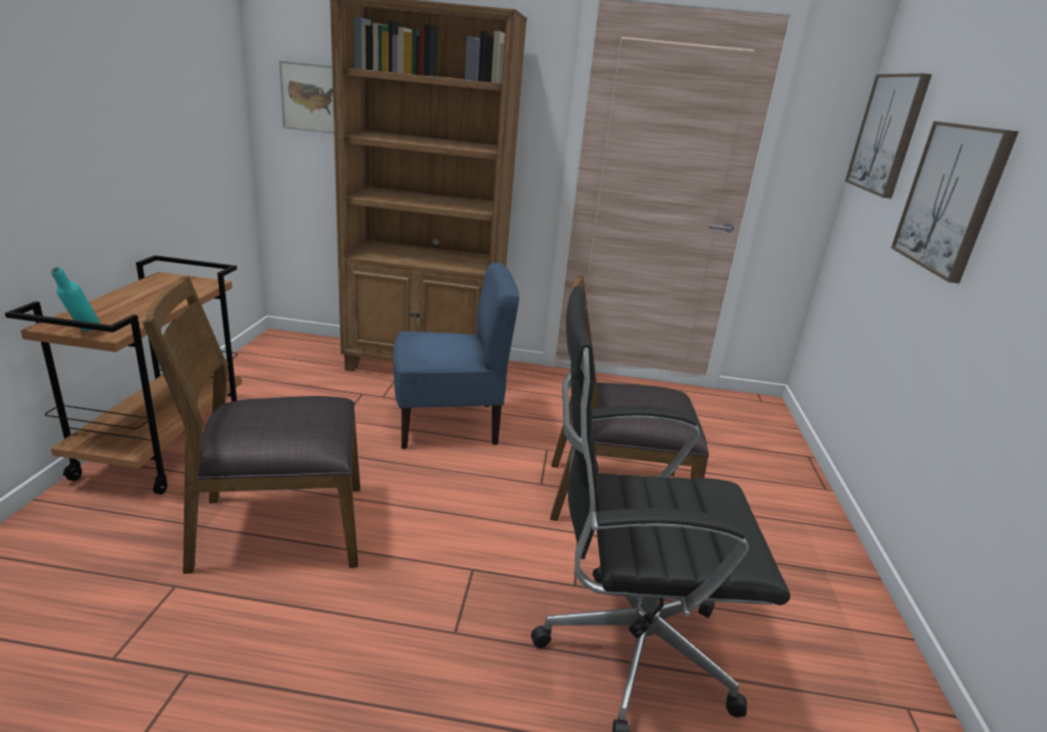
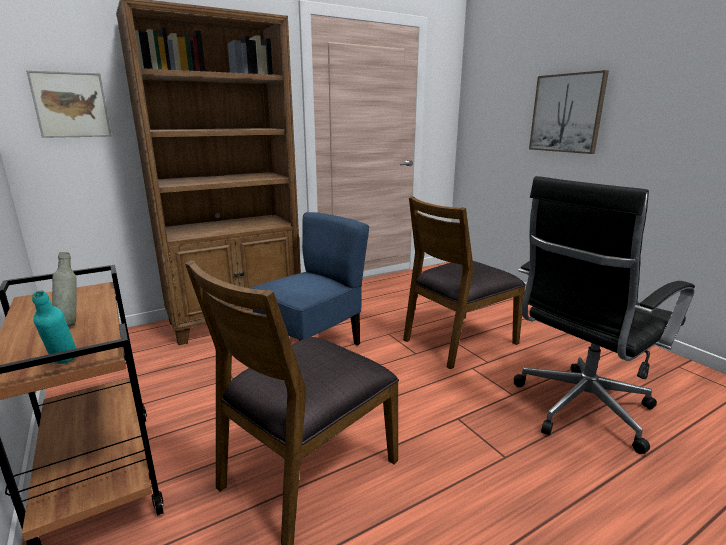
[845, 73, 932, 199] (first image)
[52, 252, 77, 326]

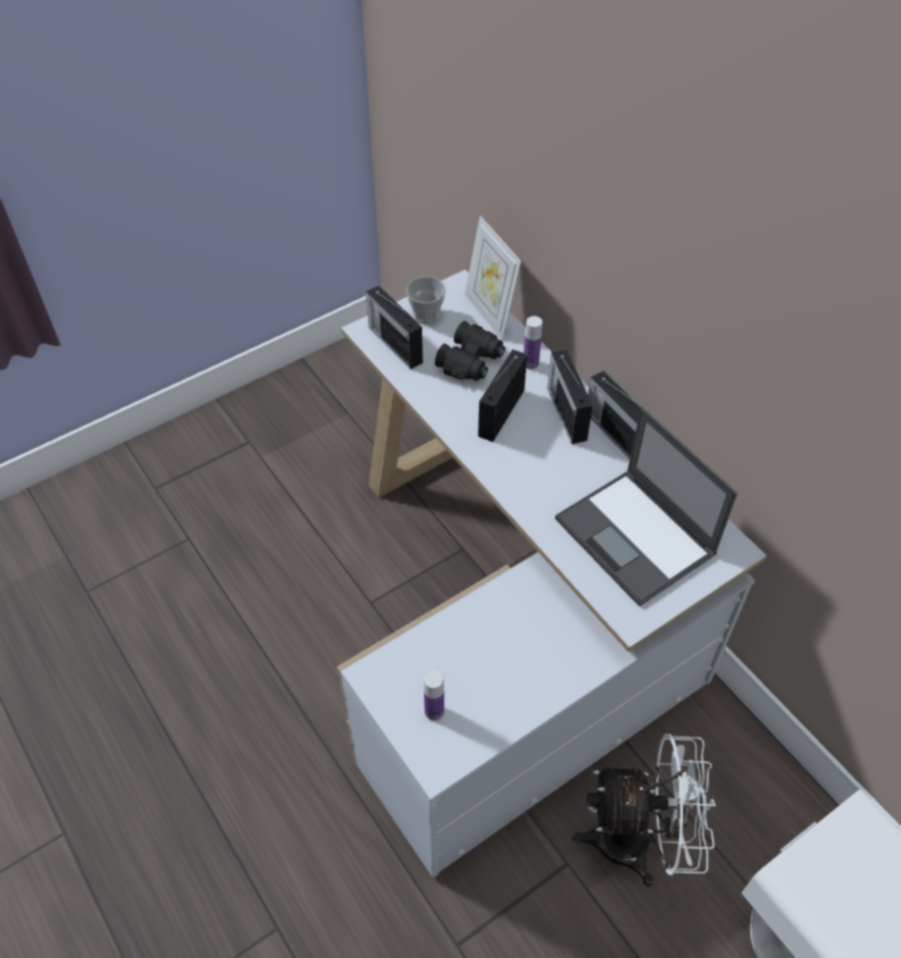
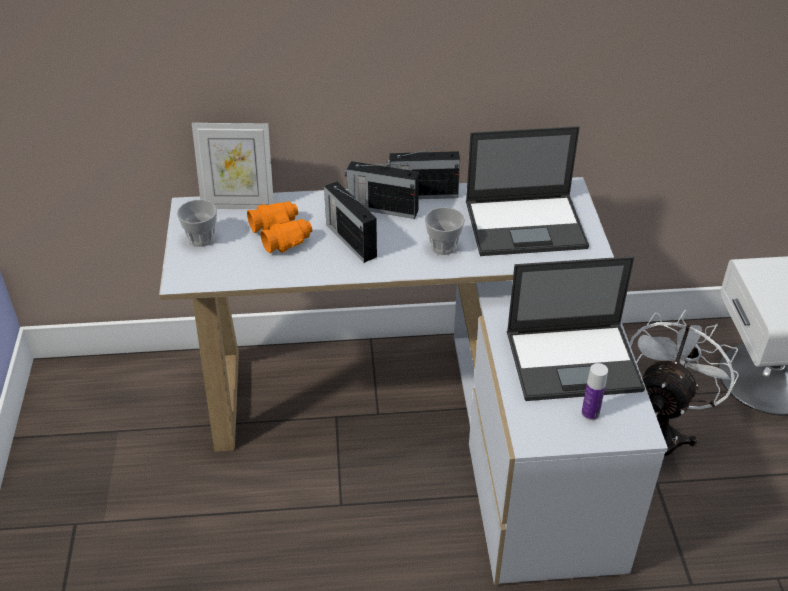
[366, 285, 423, 370] (first image)
[247, 201, 312, 253]
[524, 316, 542, 370] (first image)
[425, 207, 465, 255]
[507, 256, 645, 401]

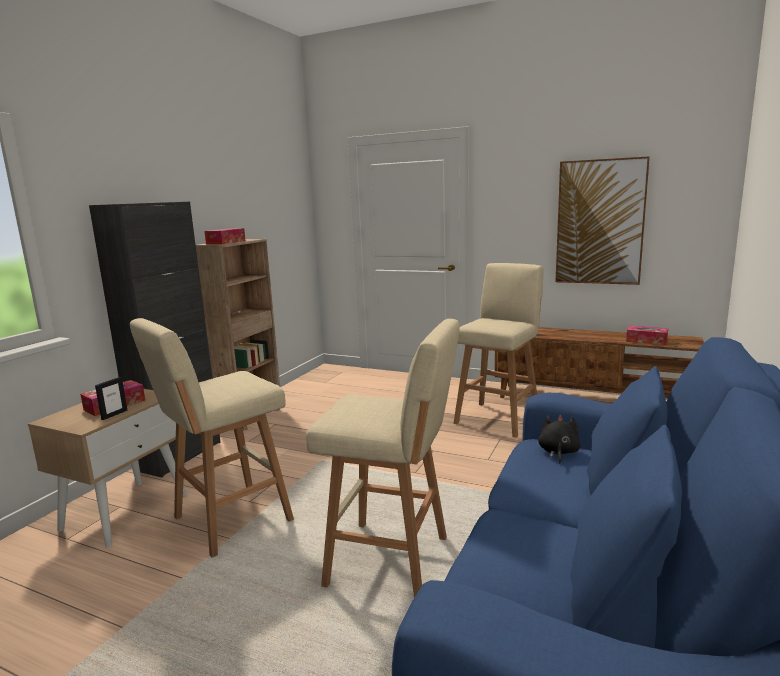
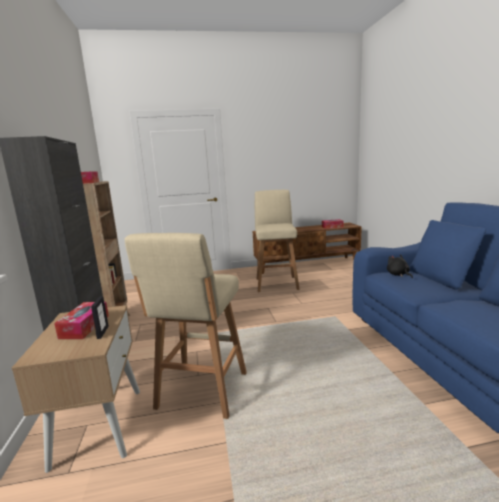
[306, 319, 460, 598] (first image)
[555, 156, 650, 285] (first image)

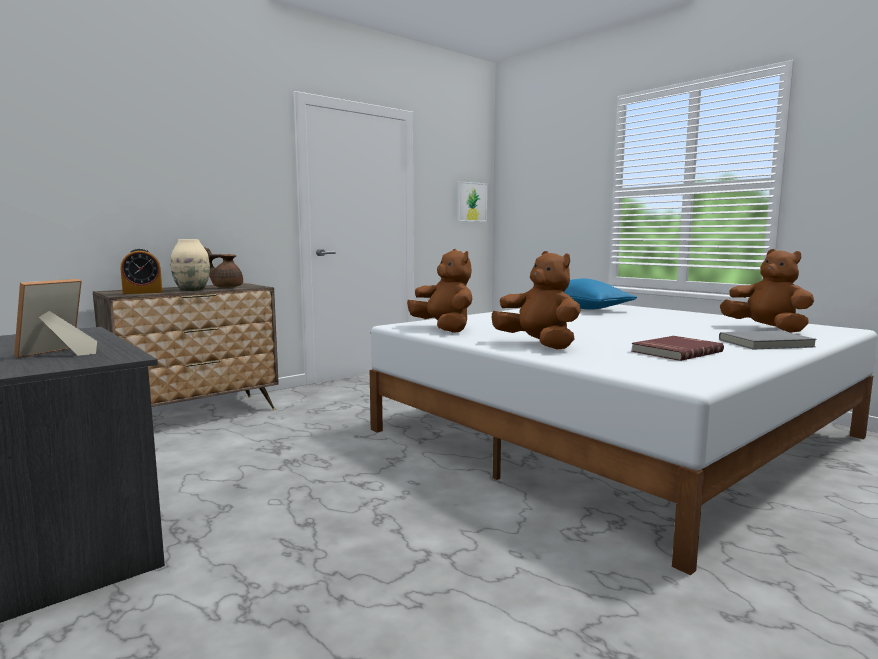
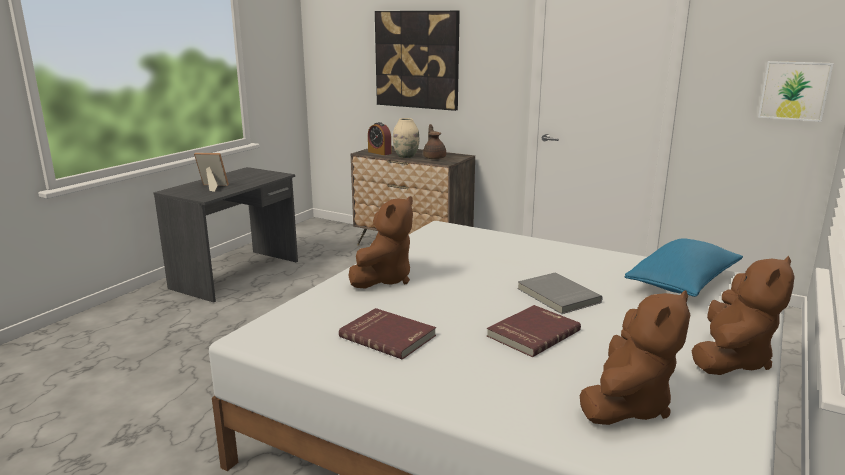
[692, 256, 794, 375]
[517, 272, 602, 314]
[375, 11, 460, 111]
[487, 305, 581, 357]

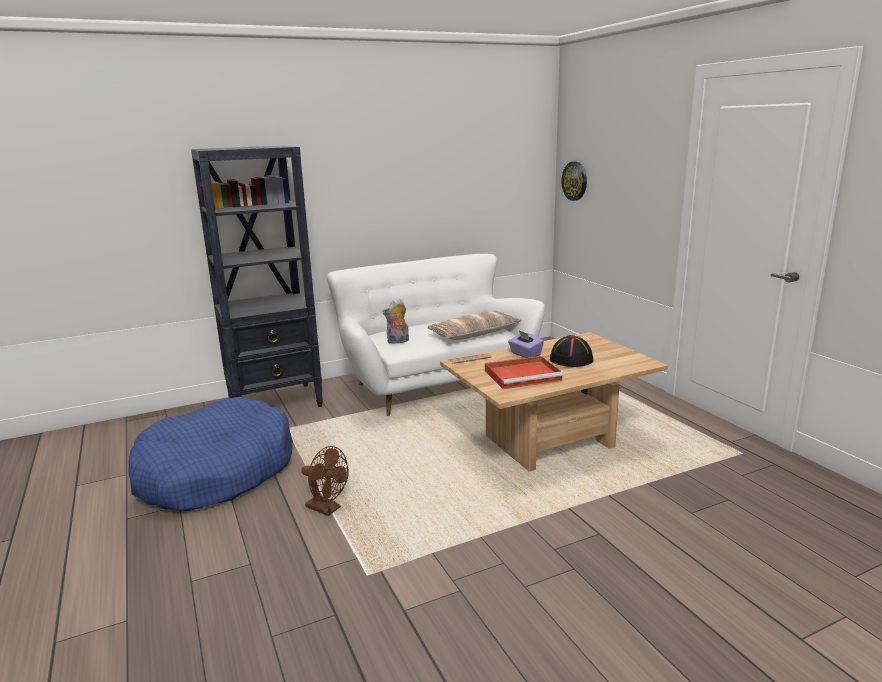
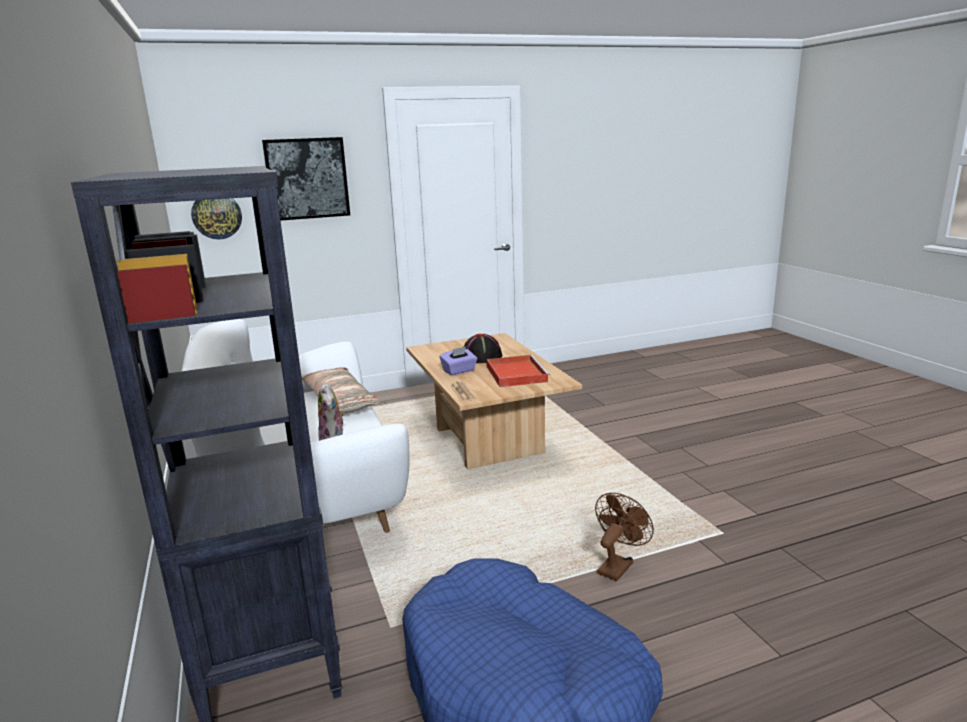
[262, 137, 350, 221]

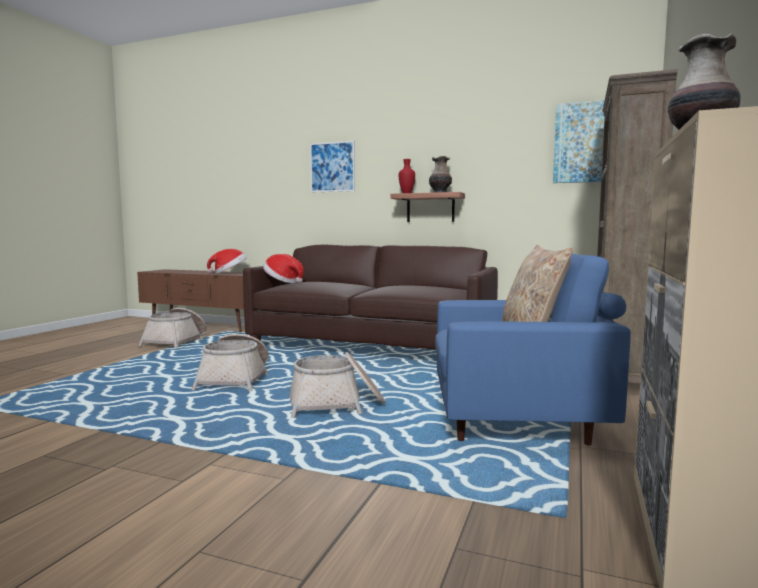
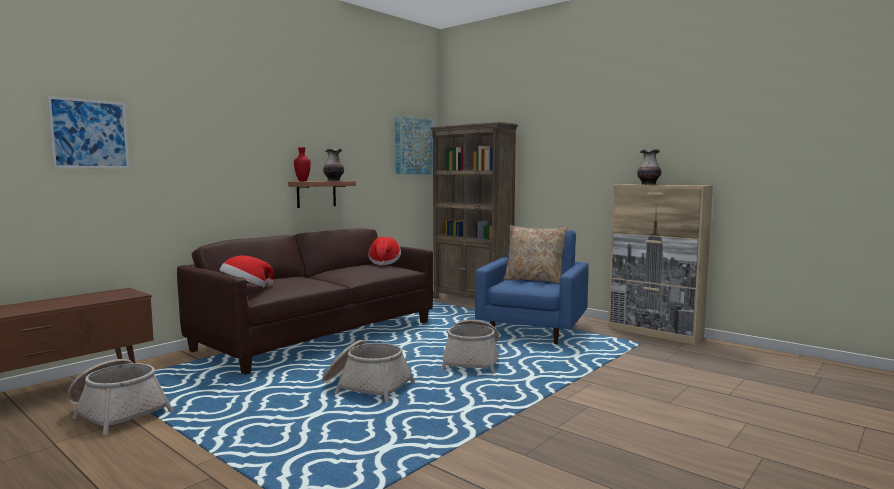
[368, 237, 401, 266]
[47, 96, 129, 168]

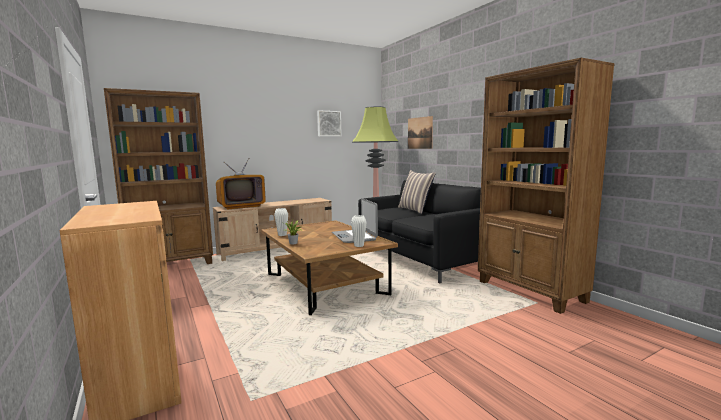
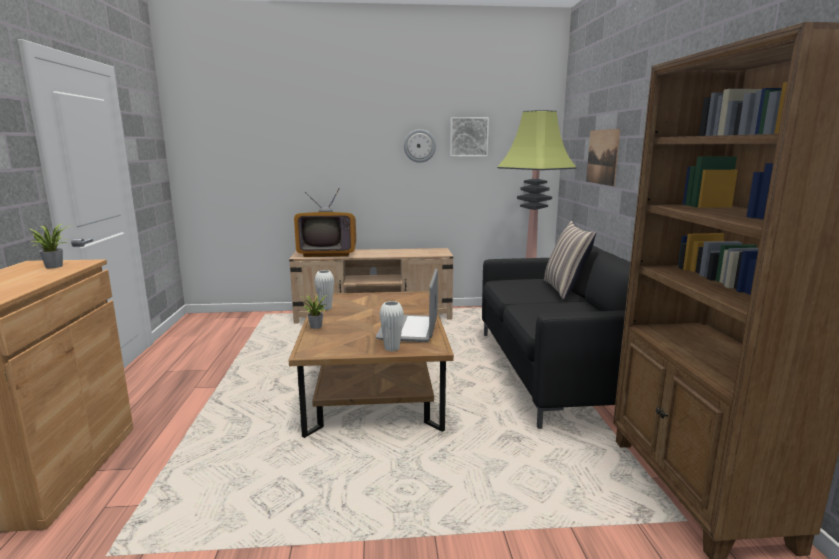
[104, 88, 213, 264] (first image)
[30, 224, 69, 268]
[404, 129, 436, 163]

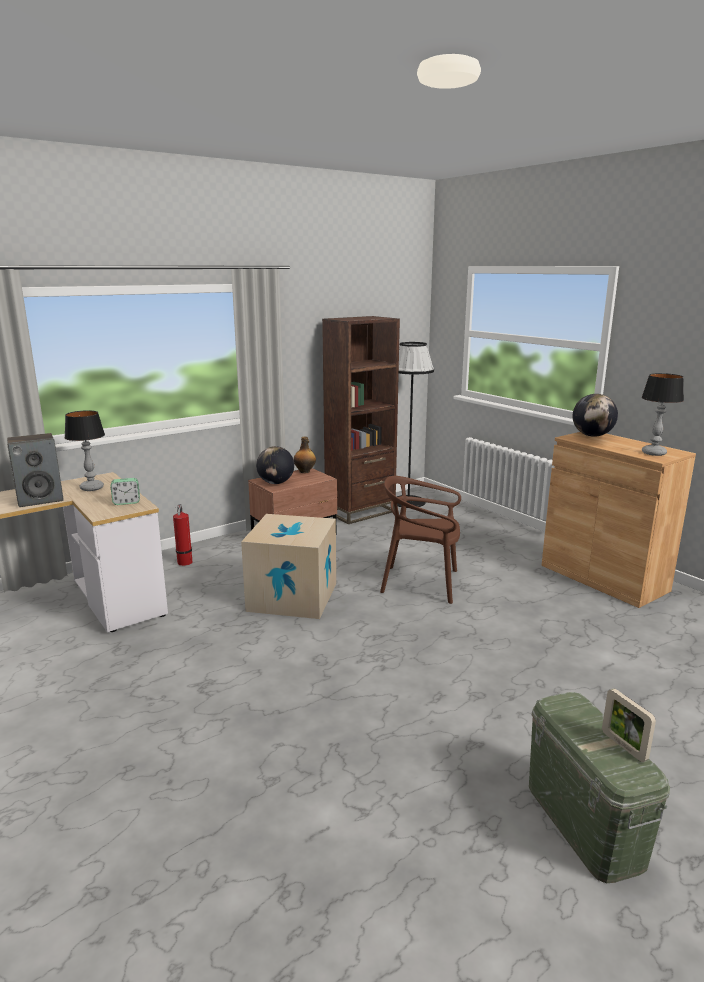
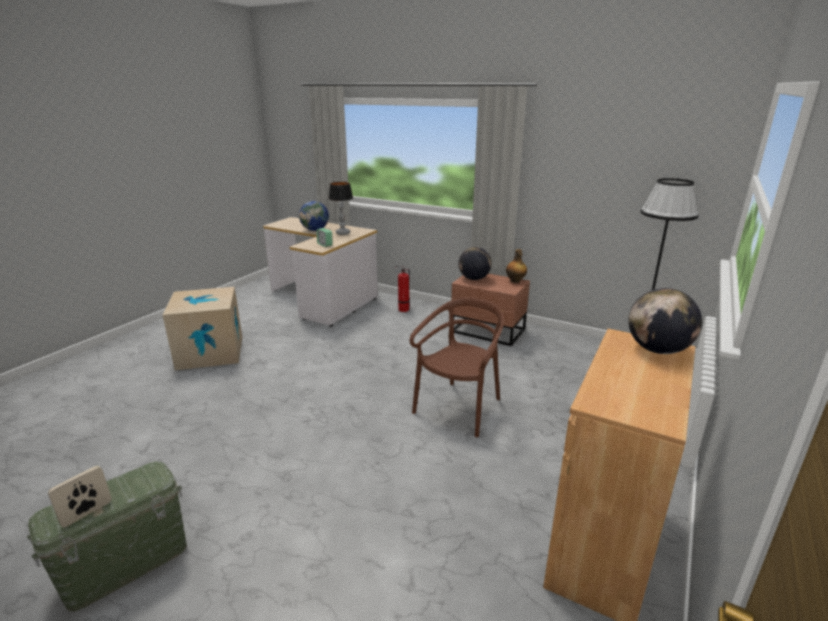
[299, 201, 329, 231]
[163, 287, 242, 370]
[322, 316, 400, 524] (first image)
[410, 297, 504, 438]
[642, 373, 684, 456] (first image)

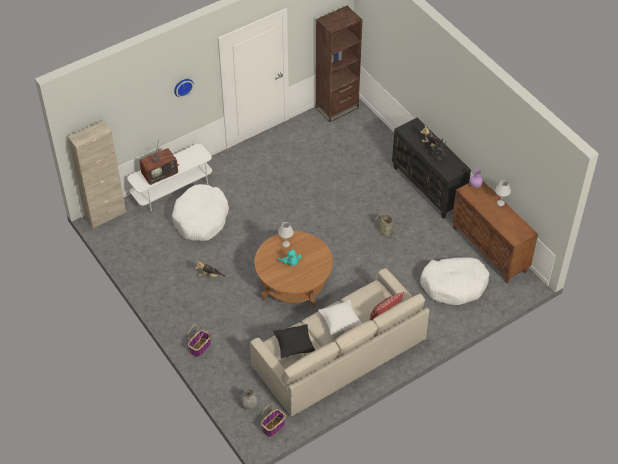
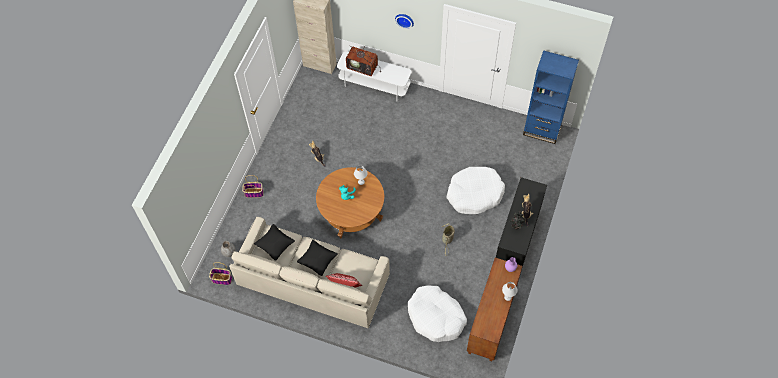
[447, 167, 505, 214]
[523, 50, 579, 144]
[297, 240, 338, 276]

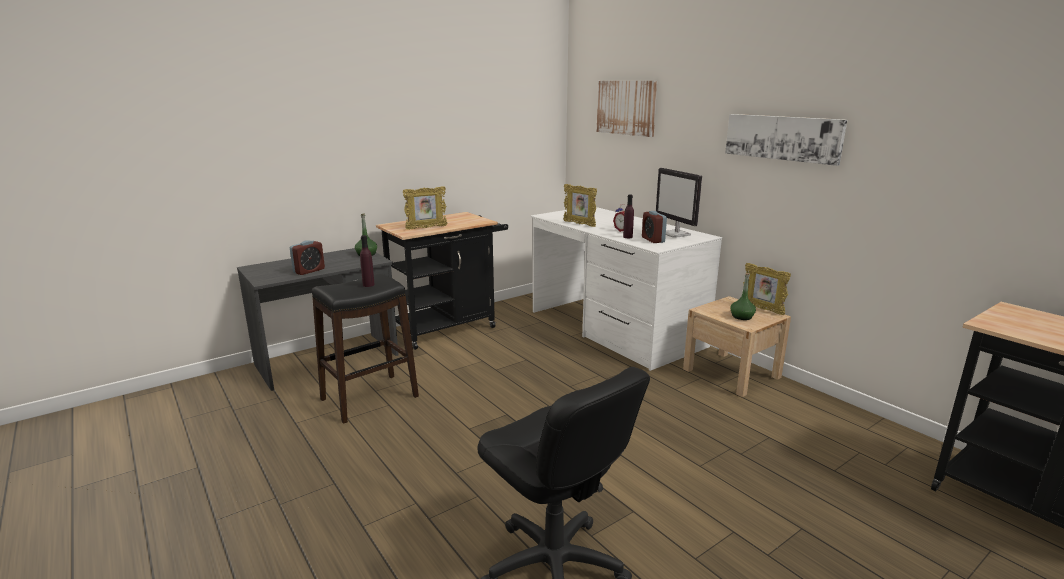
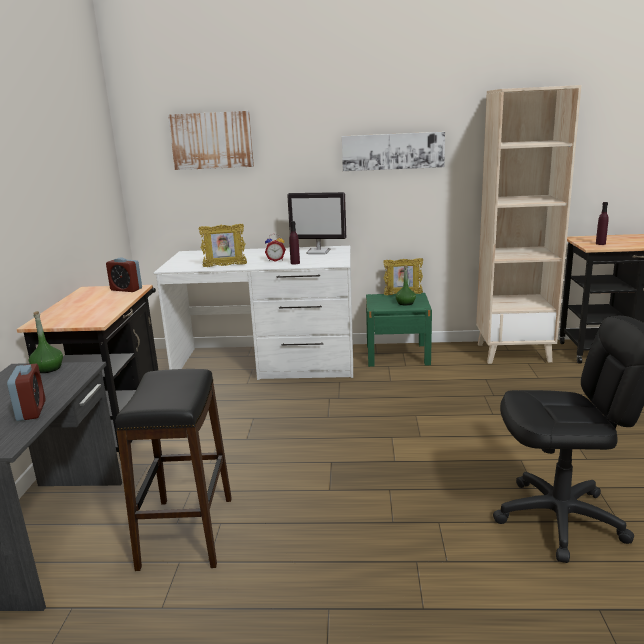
[596, 202, 609, 245]
[403, 187, 447, 230] (first image)
[106, 257, 142, 292]
[366, 293, 432, 367]
[476, 85, 581, 364]

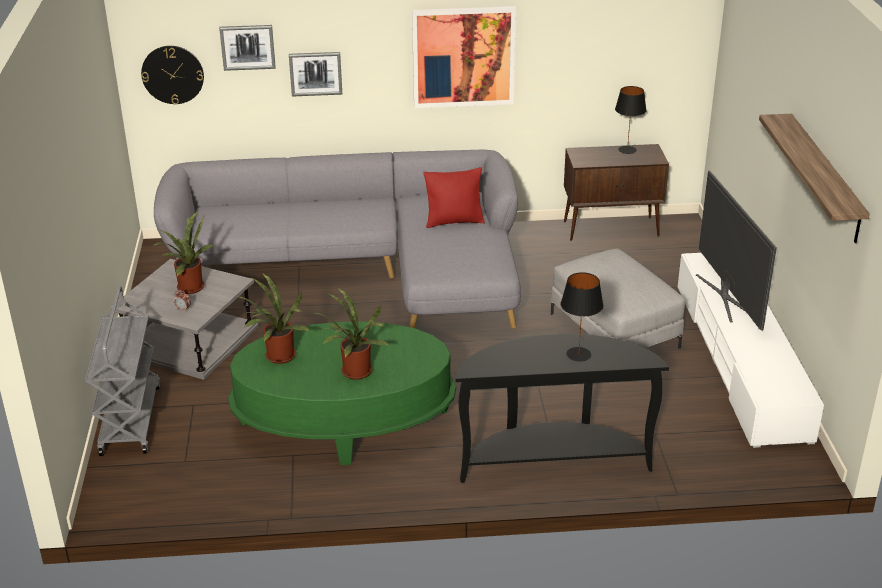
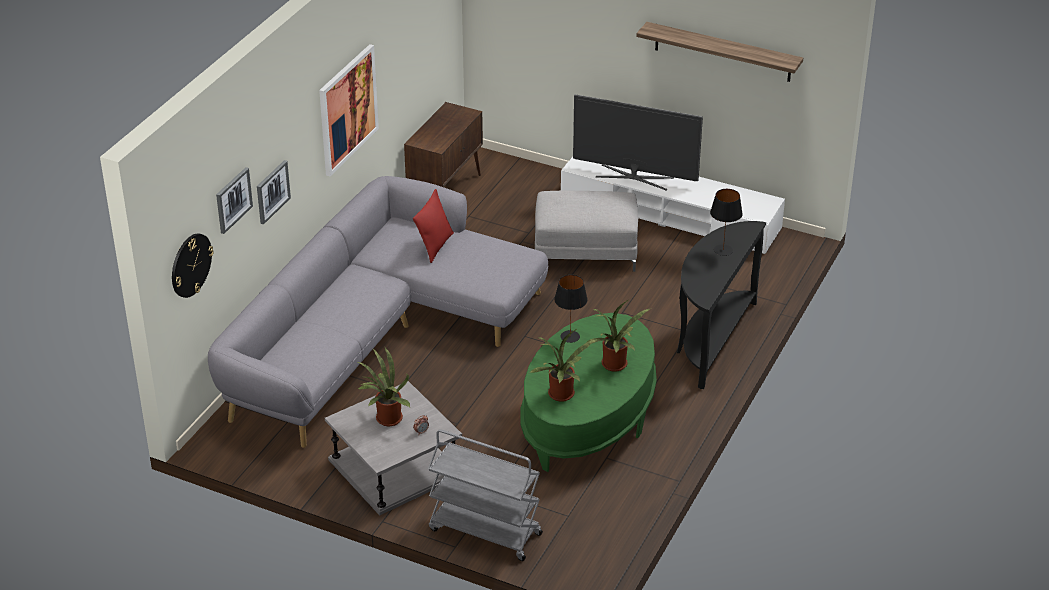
[554, 275, 588, 343]

